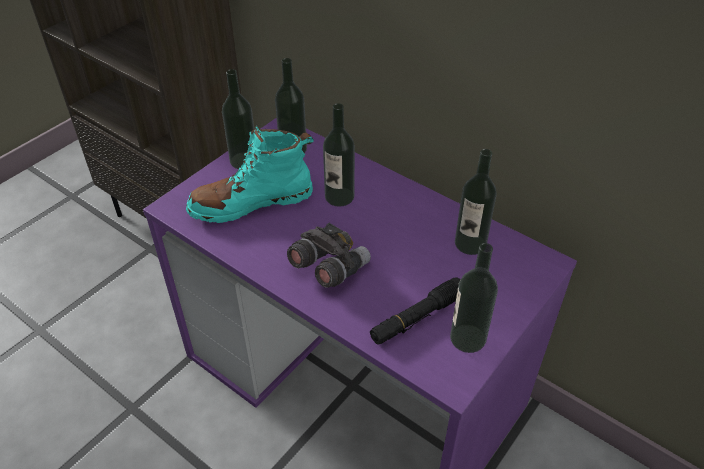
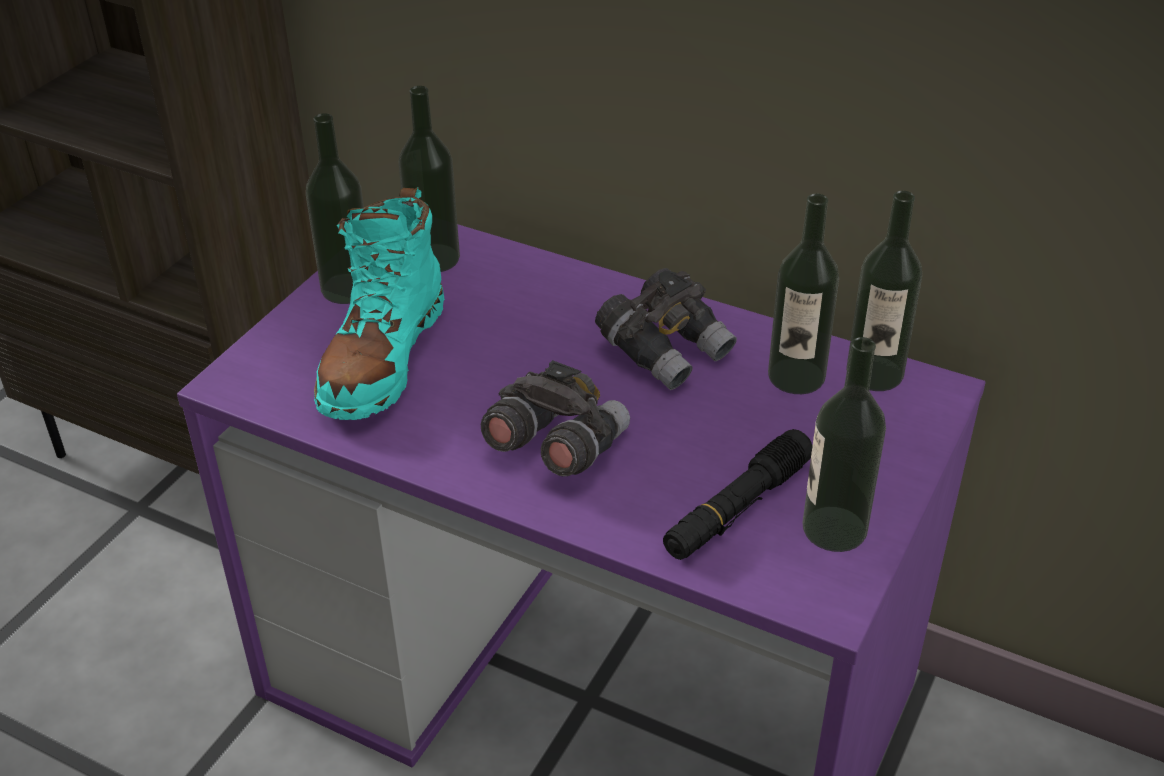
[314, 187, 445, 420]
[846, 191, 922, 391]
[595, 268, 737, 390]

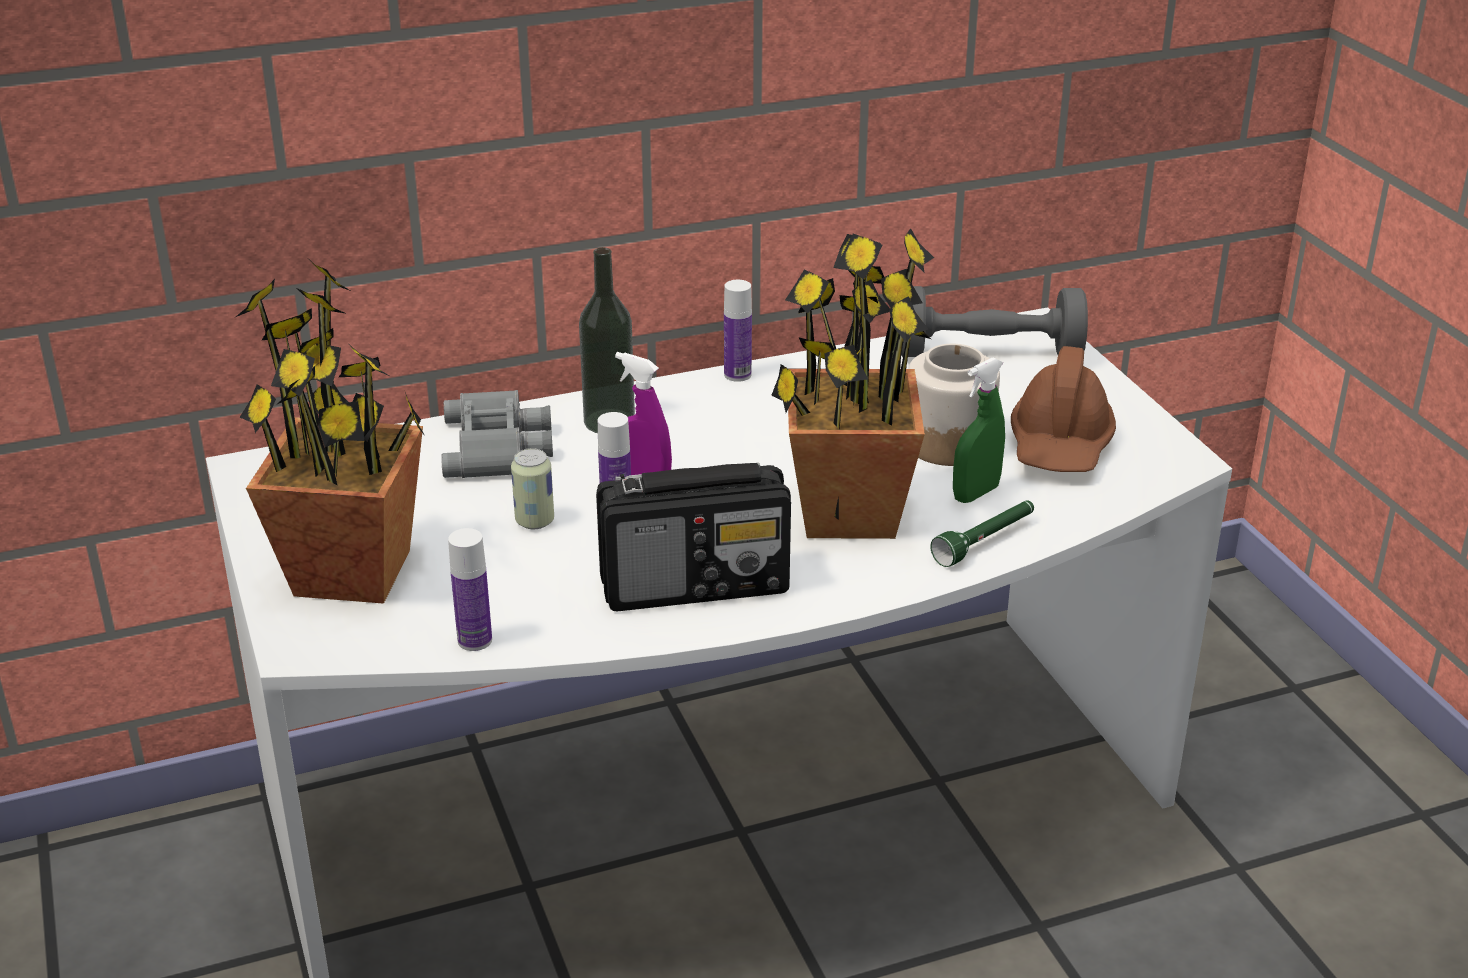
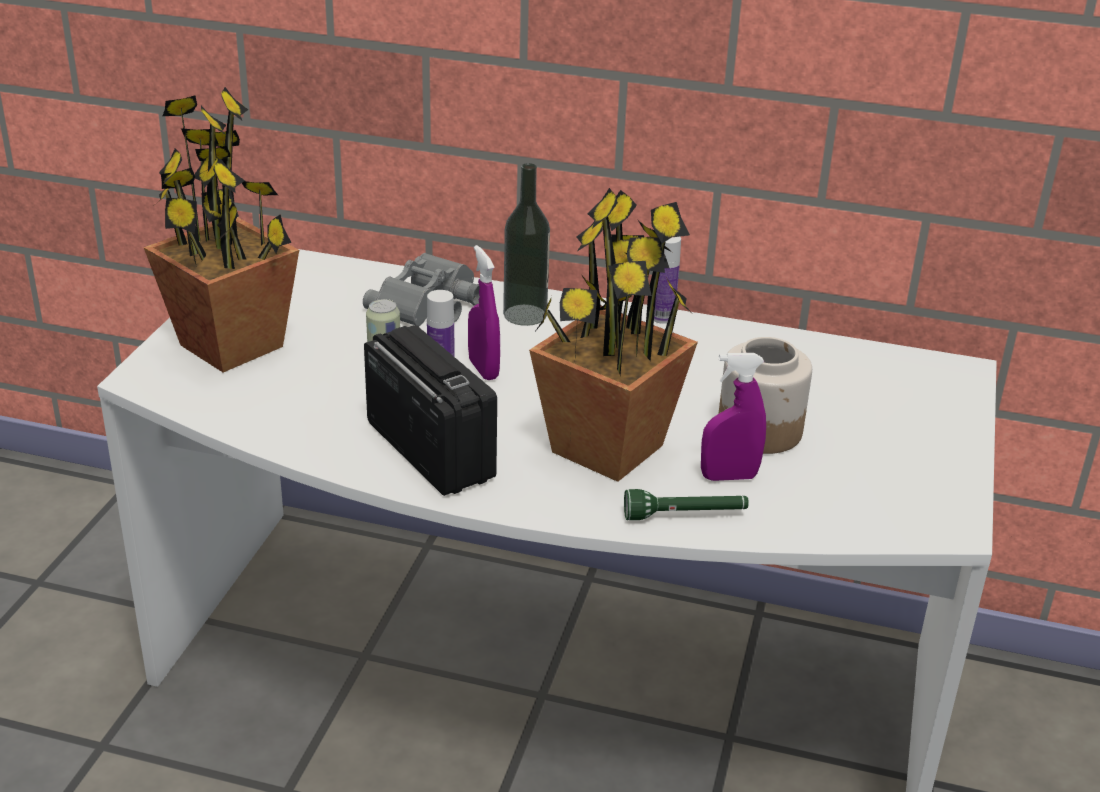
[448, 528, 492, 651] (first image)
[364, 325, 497, 496]
[901, 286, 1088, 357] (first image)
[701, 353, 766, 481]
[1011, 346, 1116, 472] (first image)

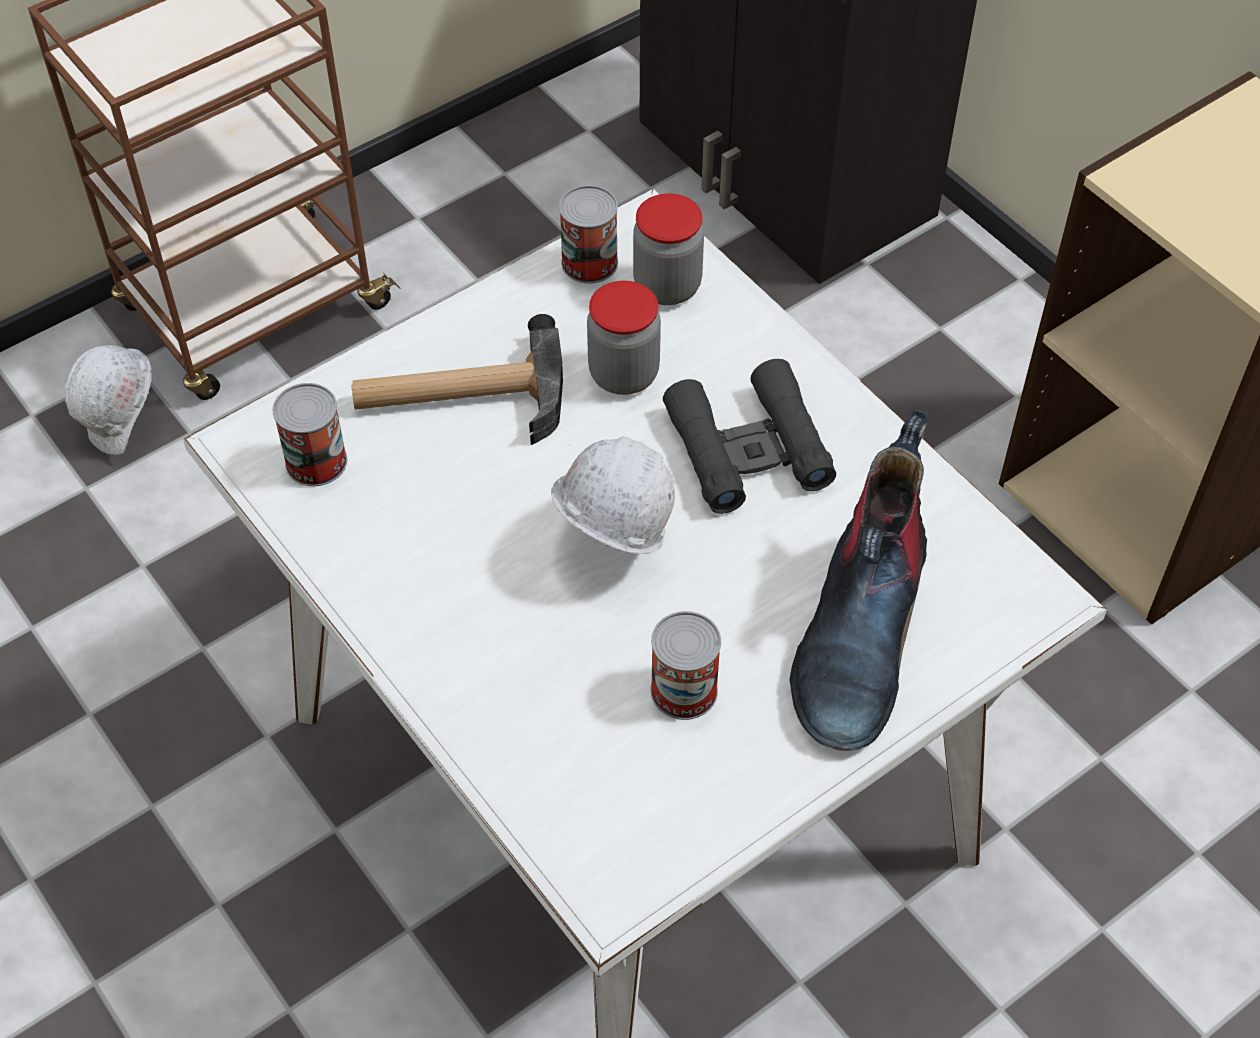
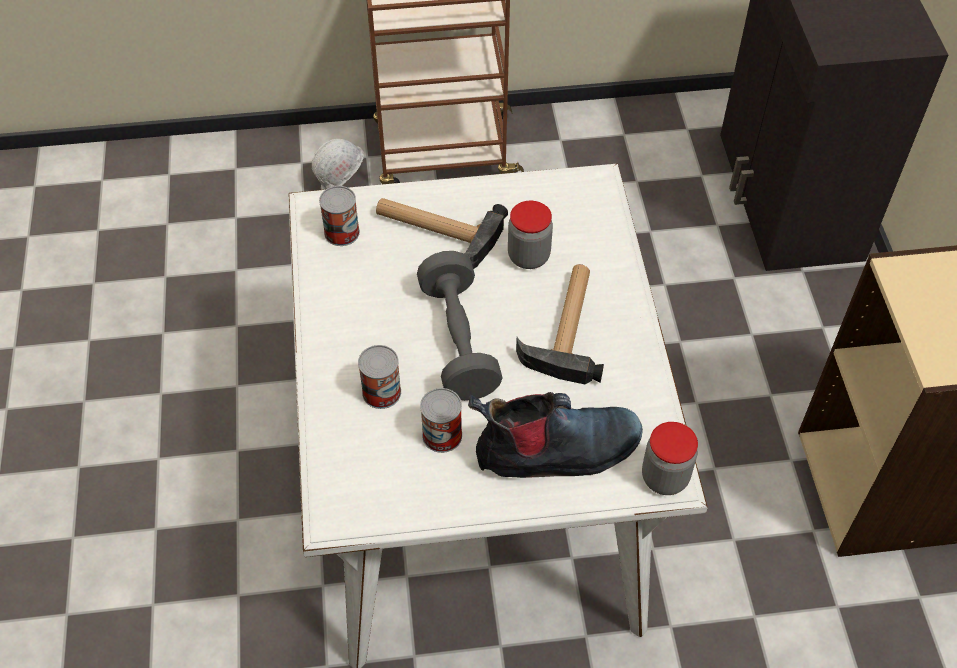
[417, 251, 503, 401]
[358, 345, 401, 409]
[642, 422, 698, 495]
[516, 264, 604, 384]
[468, 392, 643, 478]

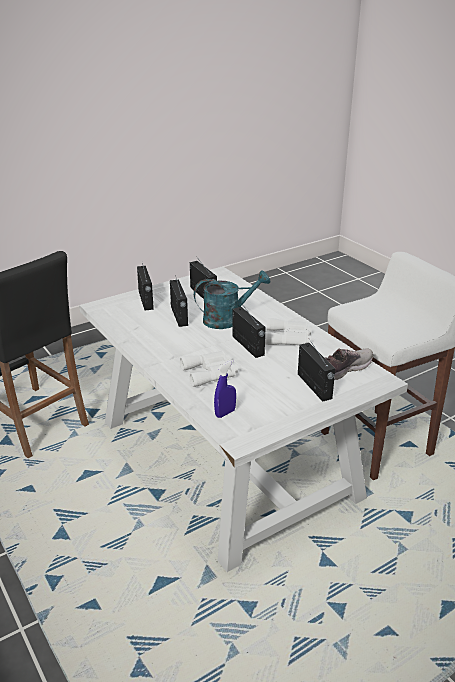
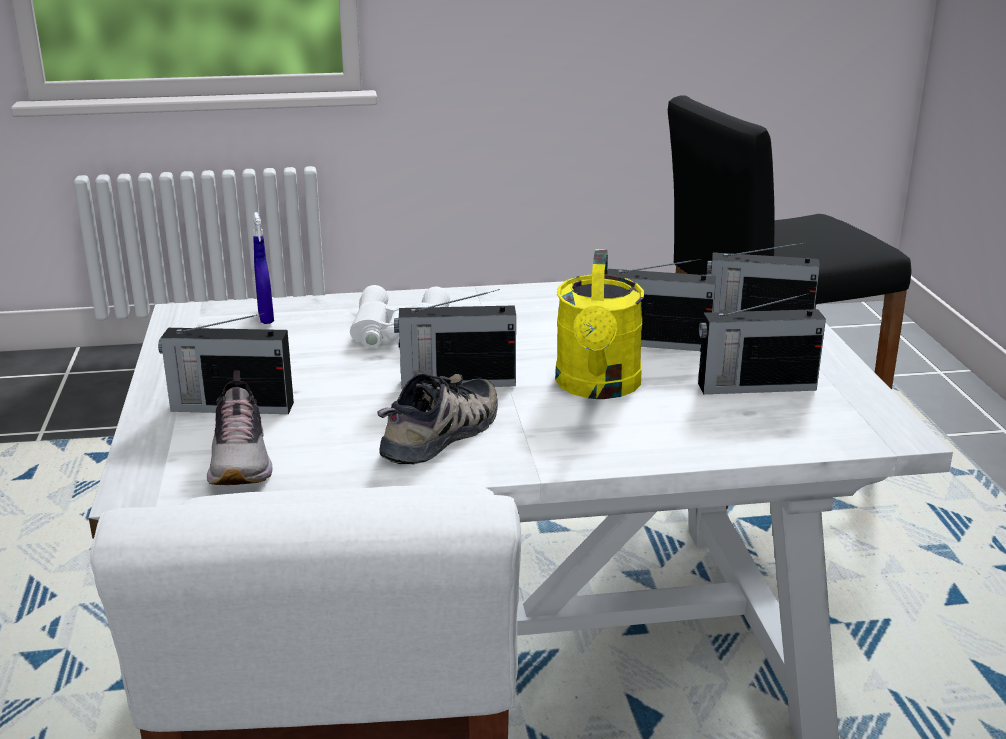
[555, 249, 644, 399]
[377, 373, 498, 464]

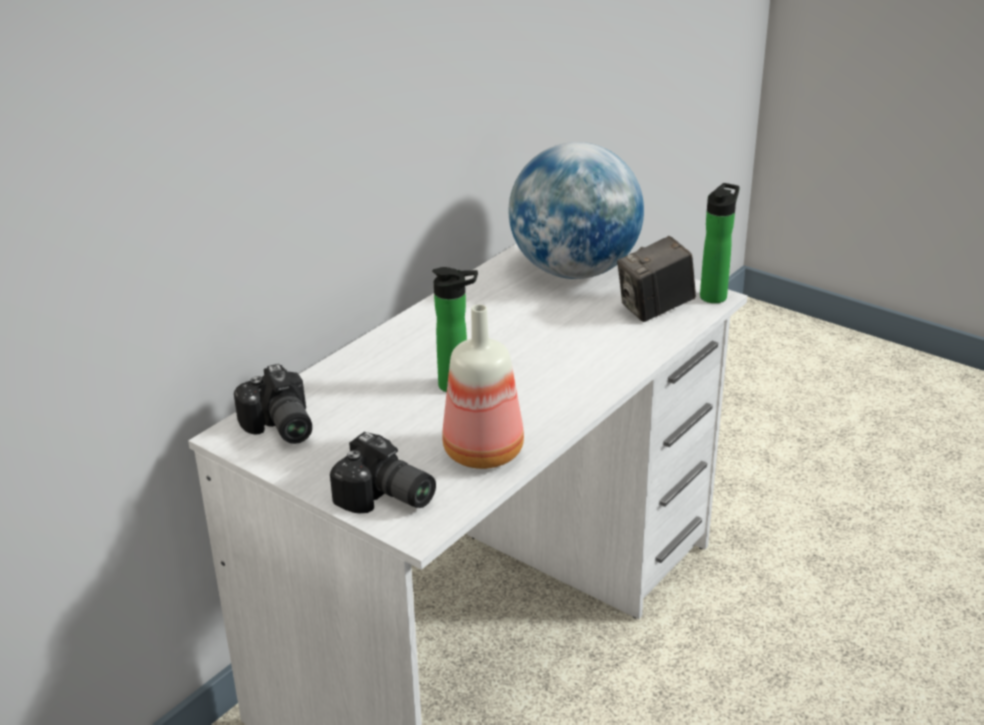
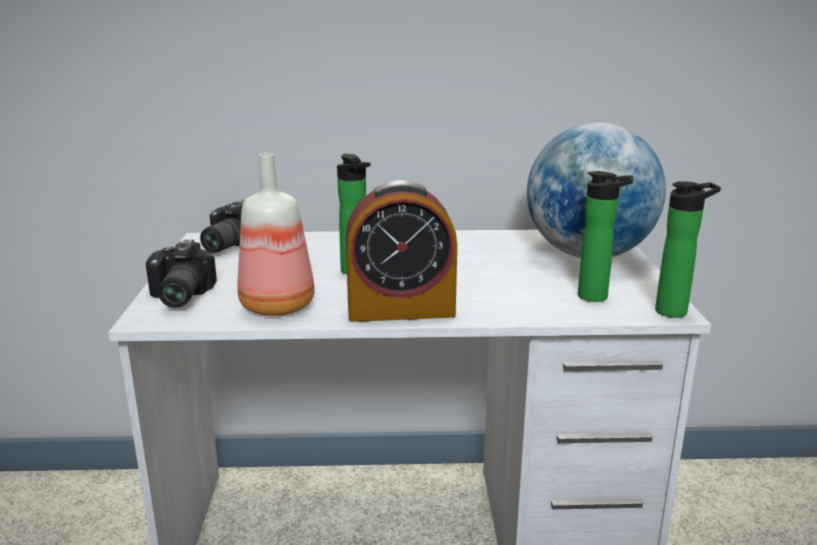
[578, 171, 633, 302]
[346, 180, 457, 322]

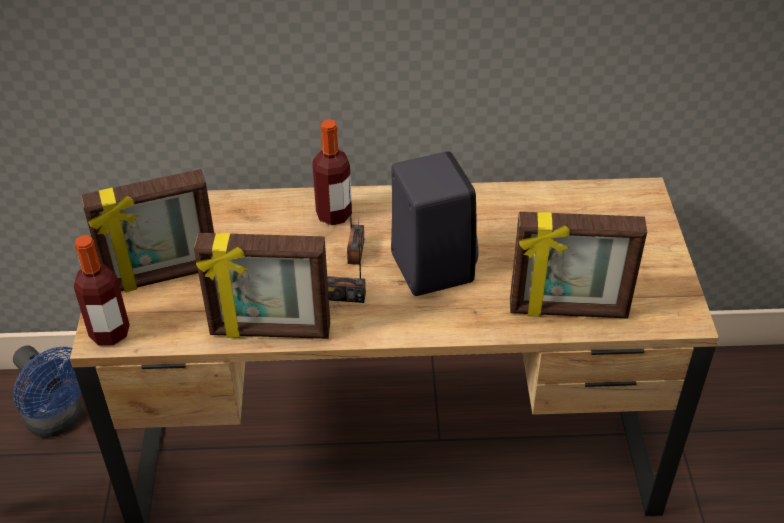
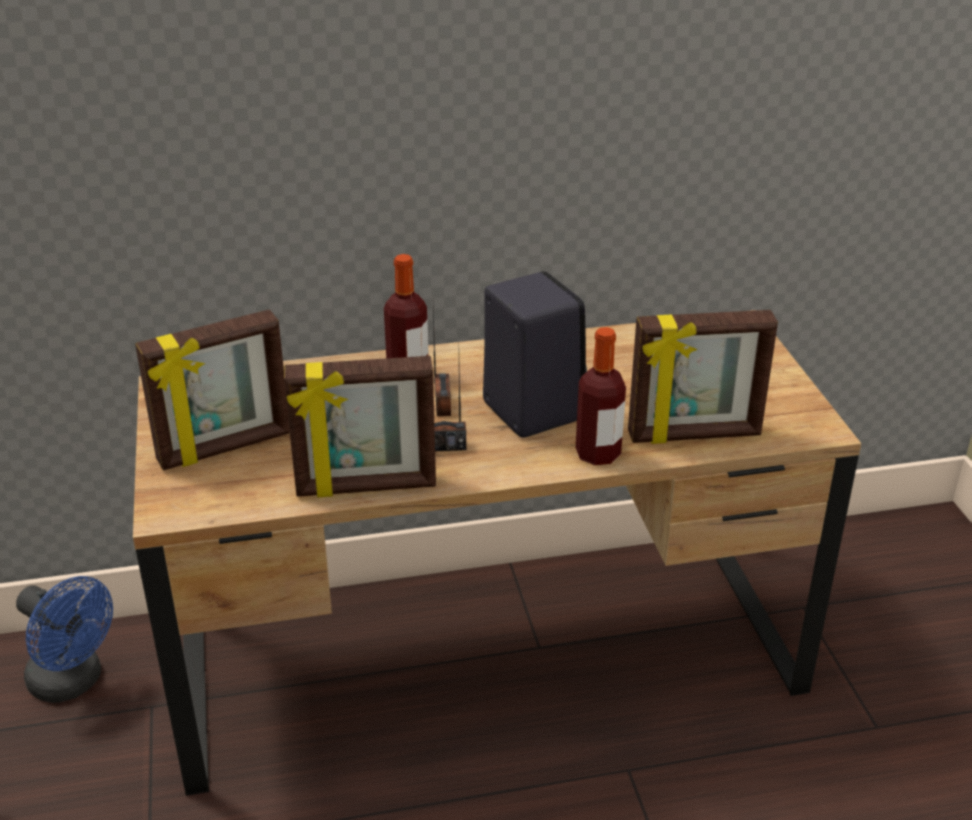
[576, 327, 626, 465]

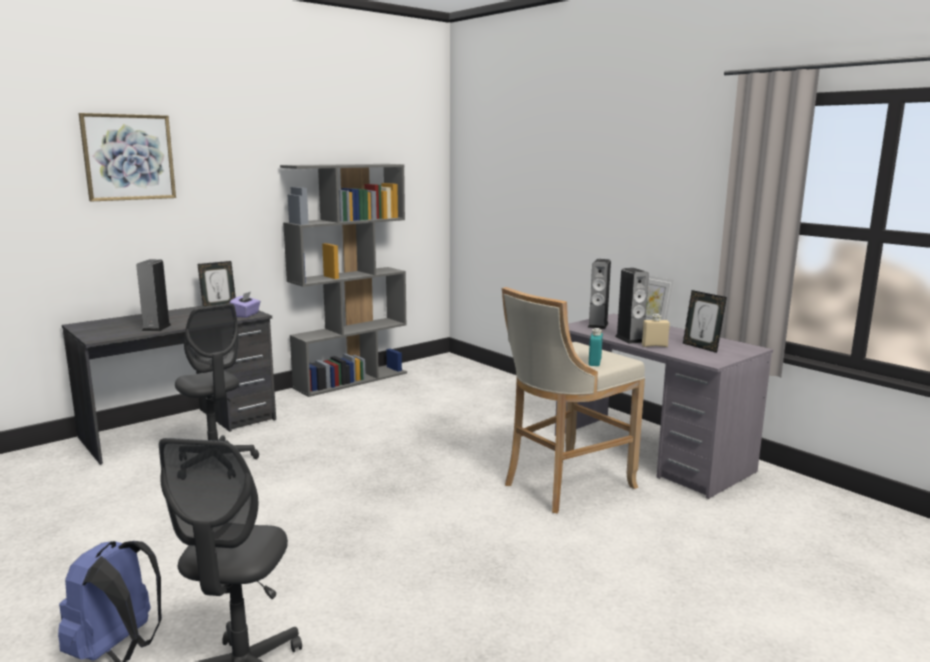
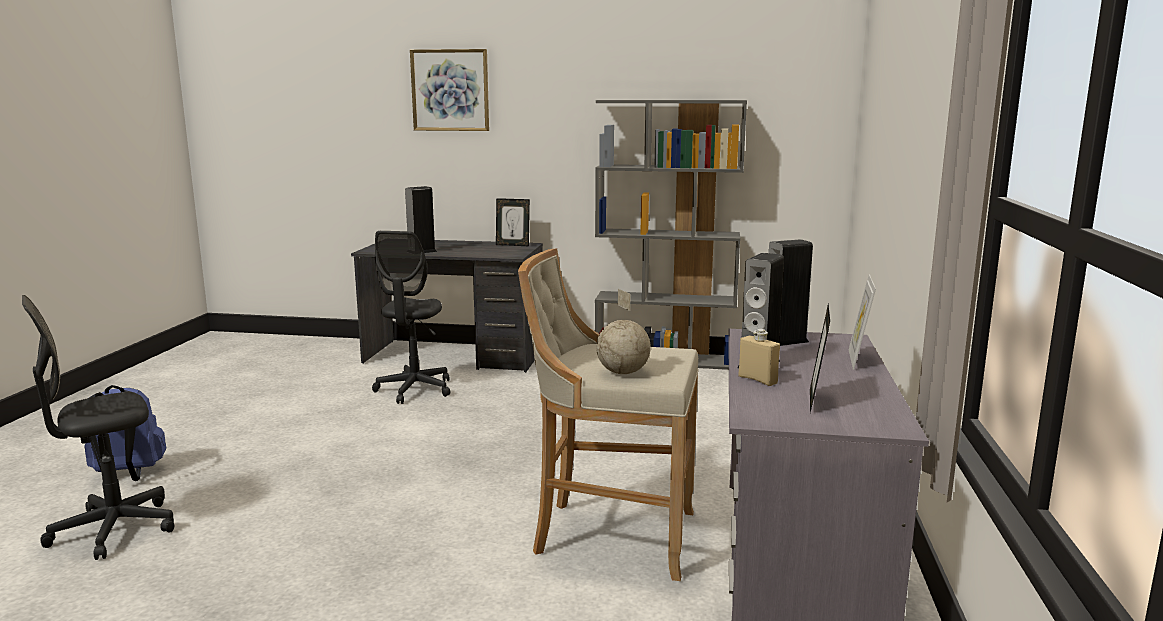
[229, 292, 261, 318] (first image)
[596, 289, 651, 374]

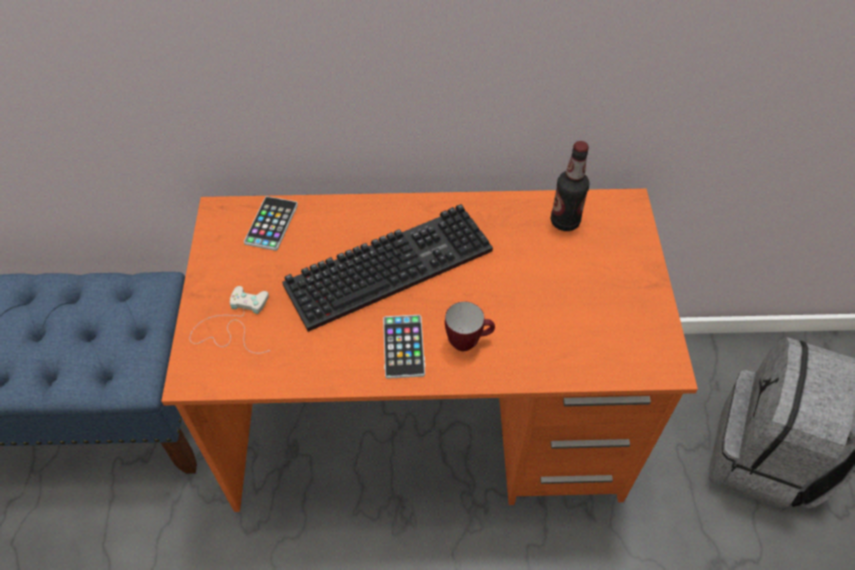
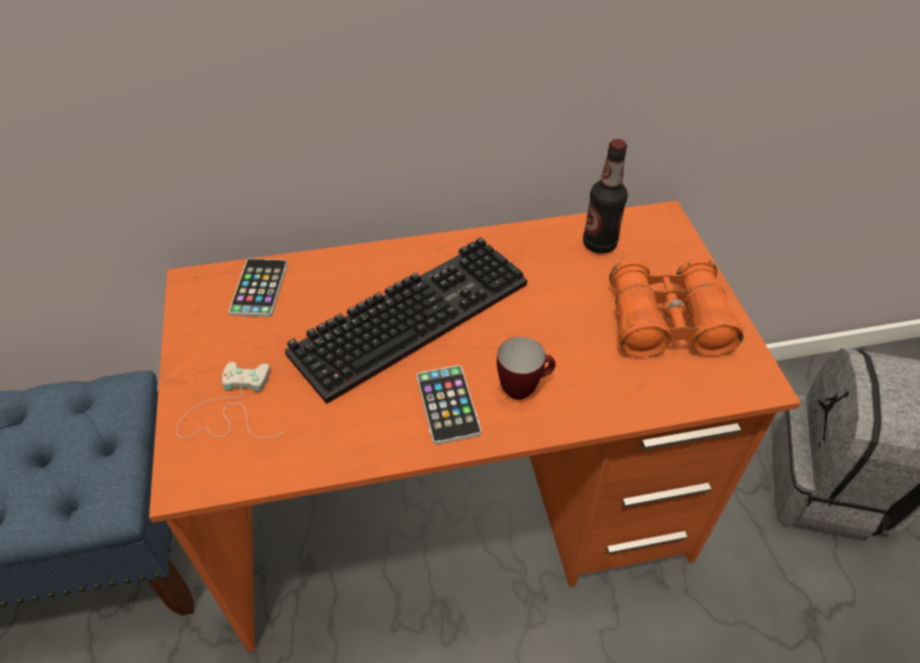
[609, 258, 744, 358]

